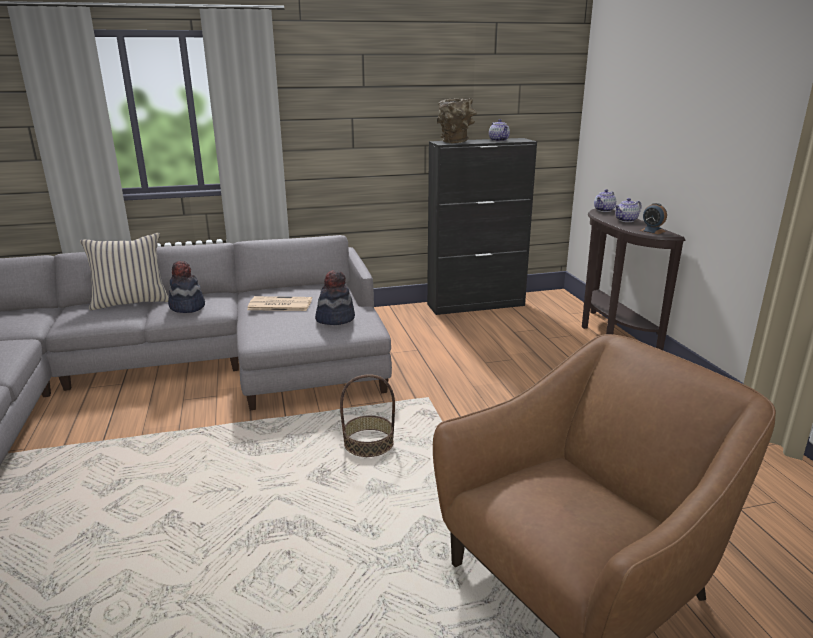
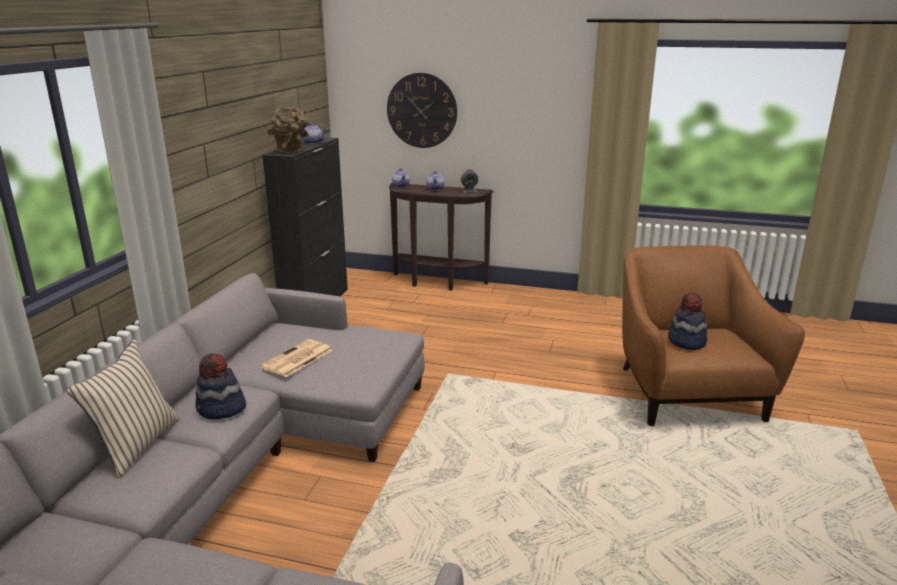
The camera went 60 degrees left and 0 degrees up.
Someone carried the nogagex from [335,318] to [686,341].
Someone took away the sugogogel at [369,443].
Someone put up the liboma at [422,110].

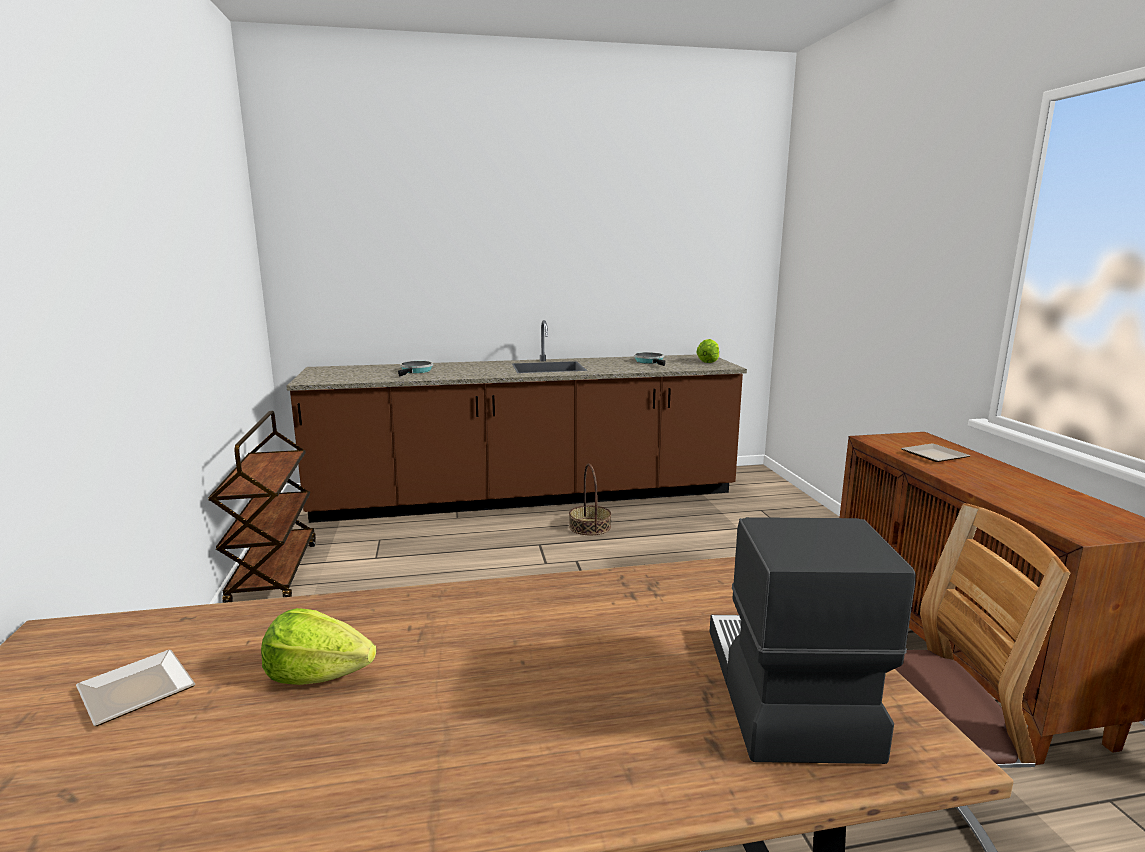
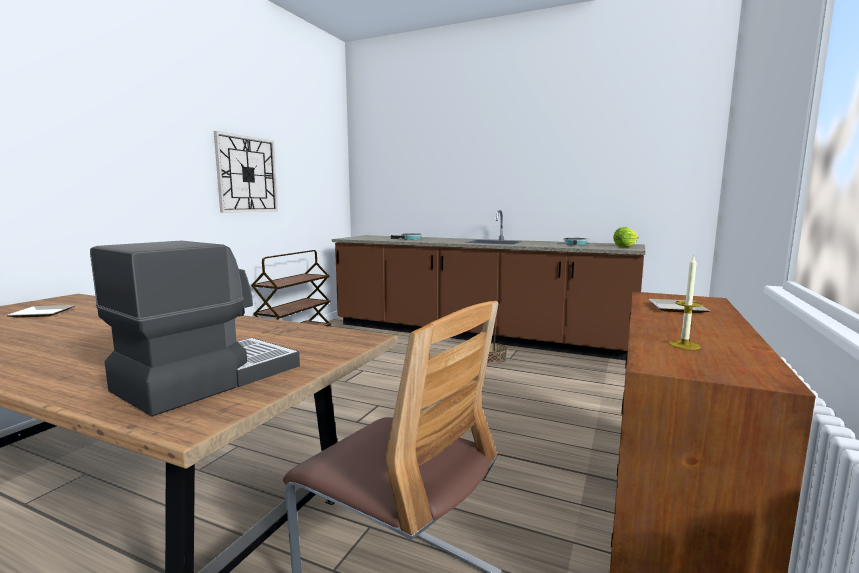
The camera went 35 degrees right and 5 degrees down.
Someone took away the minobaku at [318,675].
Someone put up the liboma at [247,174].
Someone put down the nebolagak at [684,345].

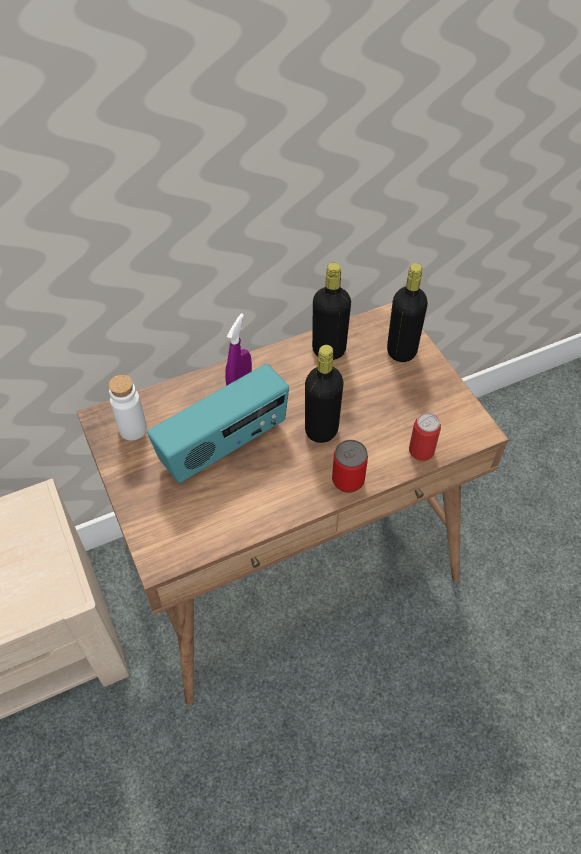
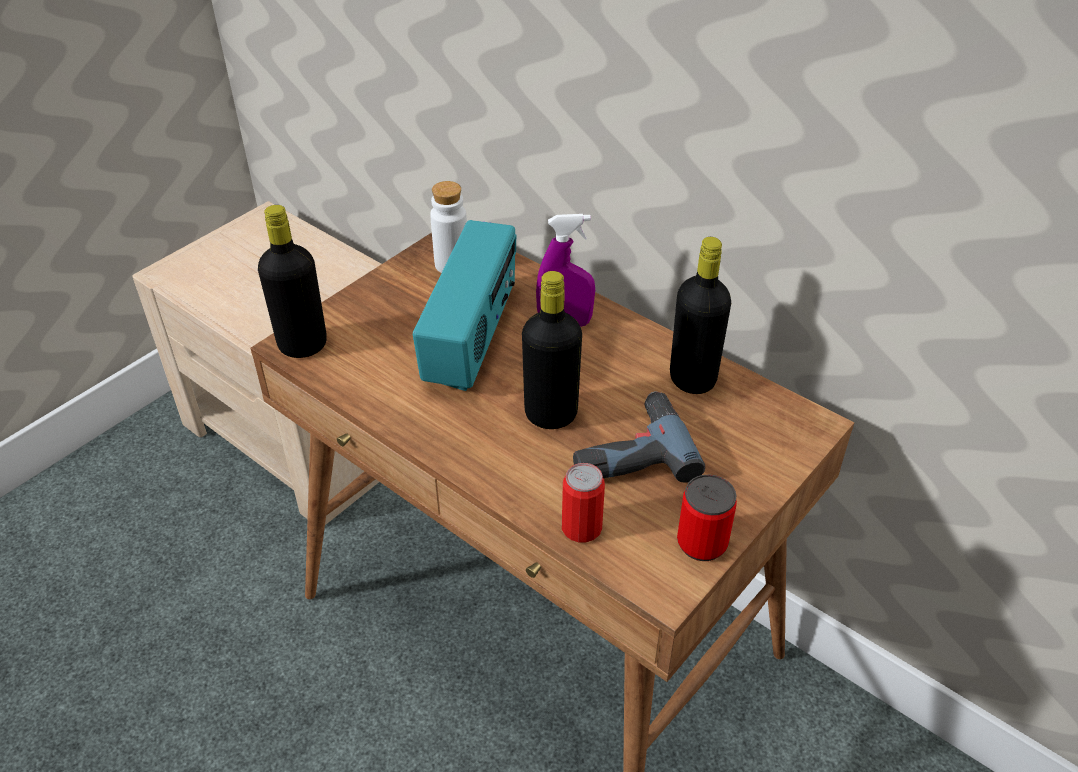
The camera went 65 degrees right and 10 degrees down.
Someone carried the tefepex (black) from [401,351] to [303,345].
Someone rotated the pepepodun at [224,445] by 105 degrees counterclockwise.
Someone carried the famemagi from [348,480] to [702,543].
Someone put down the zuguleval at [628,450].

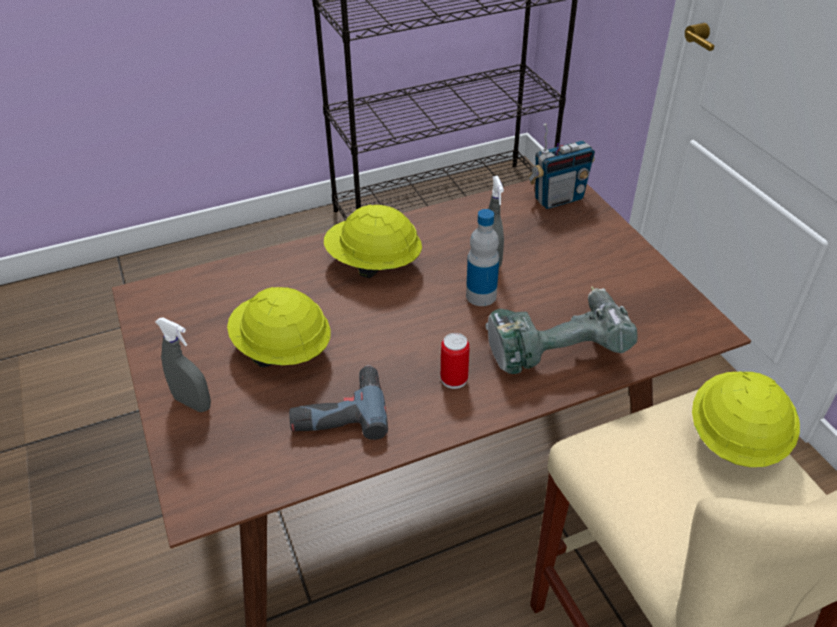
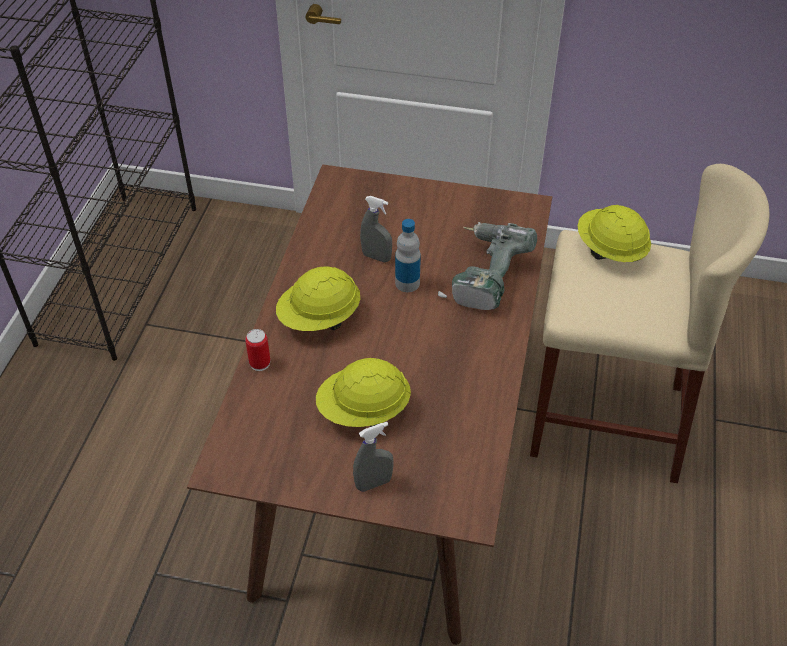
The camera went 55 degrees left and 5 degrees up.
Someone took away the pepepodun at [558,199].
Someone carried the famemagi from [454,379] to [260,363].
Someone took away the zuguleval at [338,410].

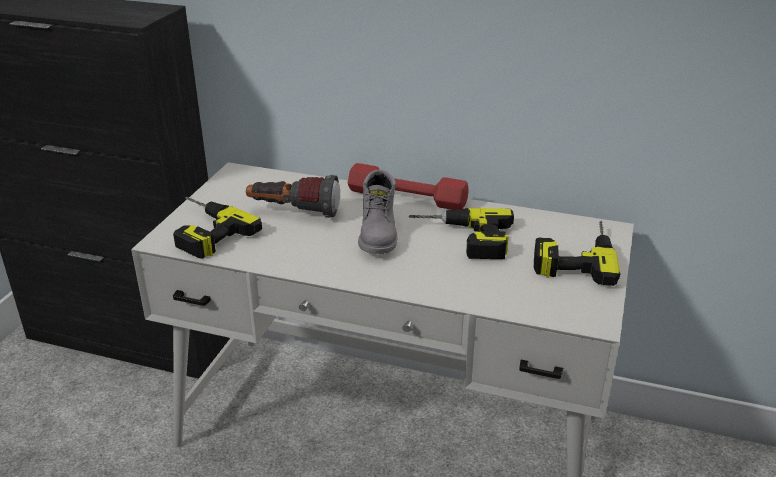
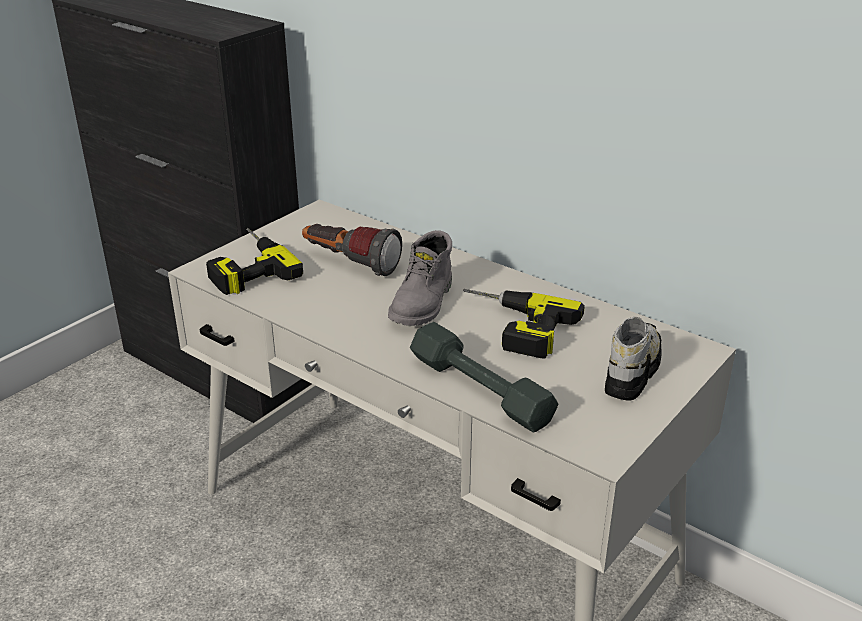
The camera went 20 degrees right and 0 degrees up.
Someone took away the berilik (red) at [407,198].
Someone swapped the zuguleval at [574,255] for the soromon at [632,371].
Someone put down the berilik (grey) at [481,389].

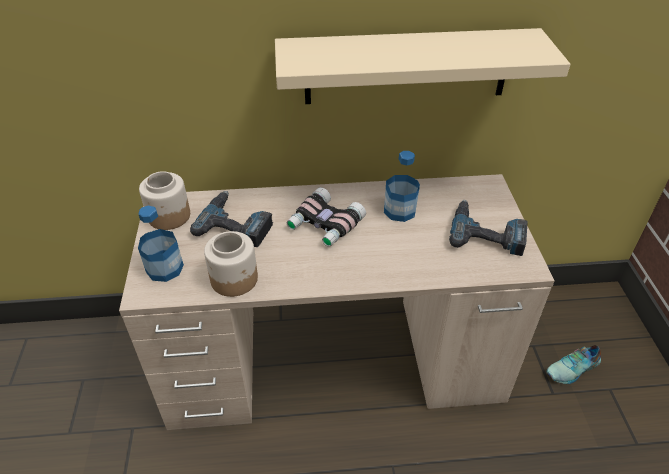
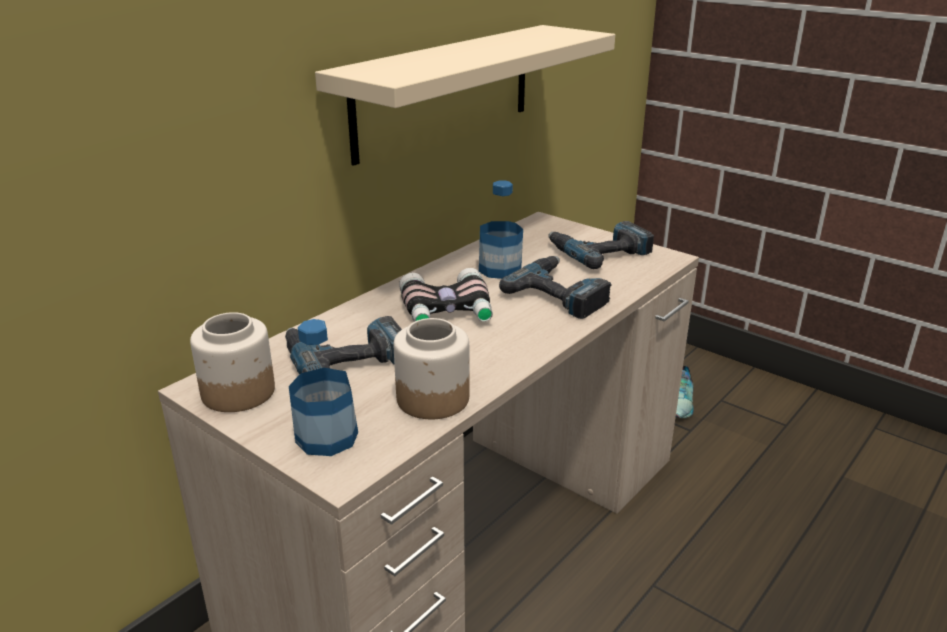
The camera went 45 degrees left and 15 degrees down.
Someone put down the zuguleval at [560,293].

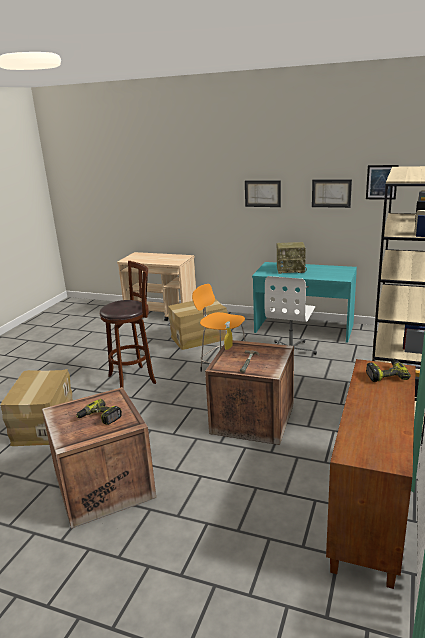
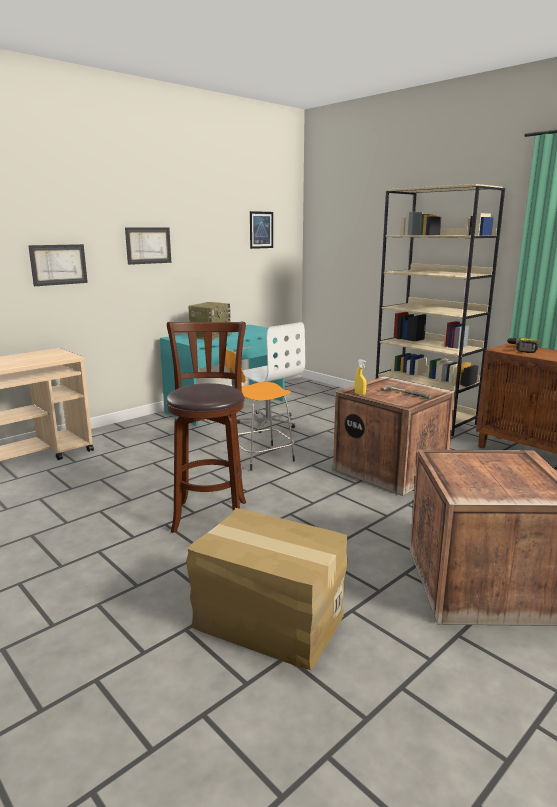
The camera went 65 degrees left and 5 degrees down.
Someone carried the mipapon from [331,193] to [58,264].
Someone took away the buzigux at [198,337].
Someone took away the zuguleval at [99,418].

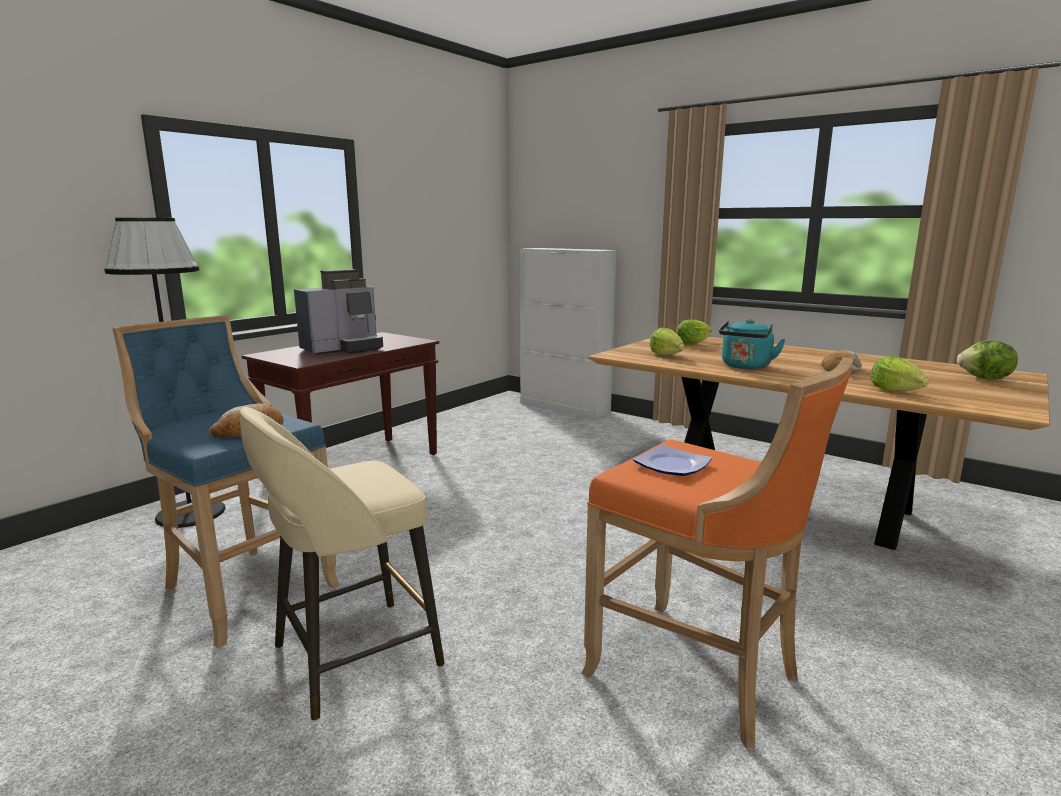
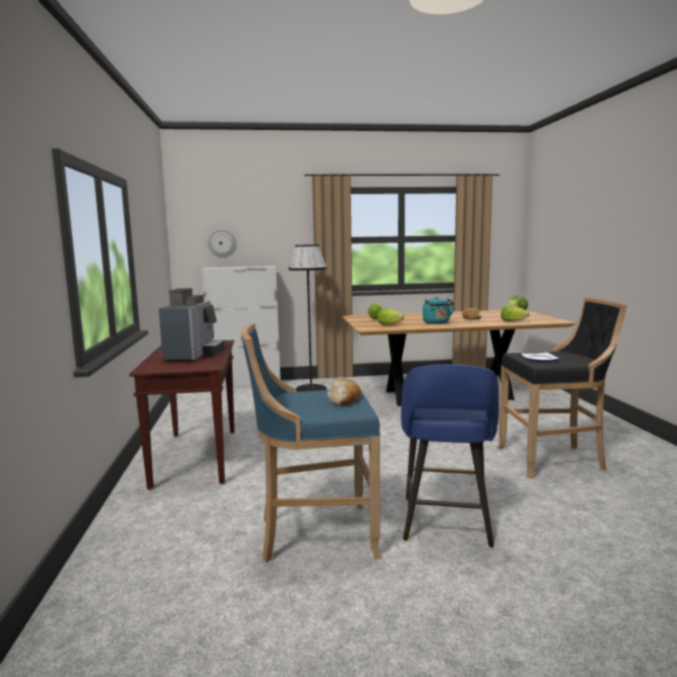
The camera went 45 degrees left and 5 degrees down.
Someone carried the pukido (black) from [191,513] to [311,389].
Someone repainted the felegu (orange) at [699,675], which became the felegu (black) at [554,460].
Someone repainted the felegu (beige) at [351,657], which became the felegu (blue) at [446,522].
Someone put up the liboma at [222,243].

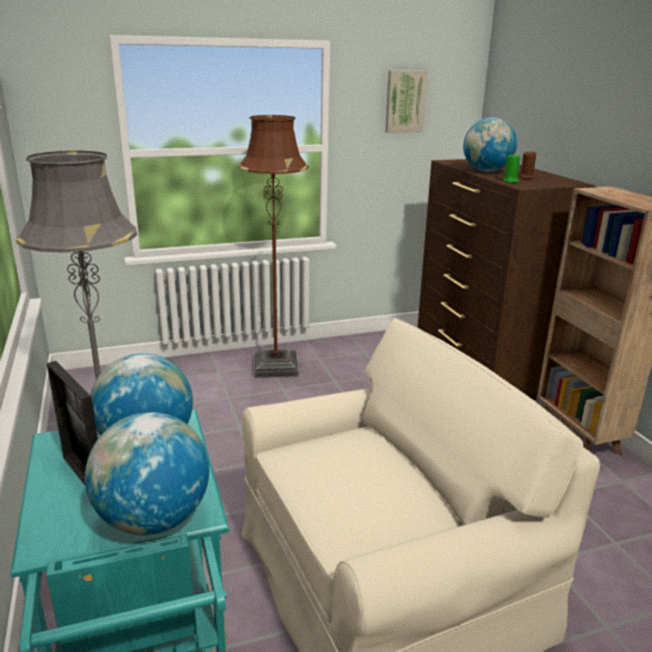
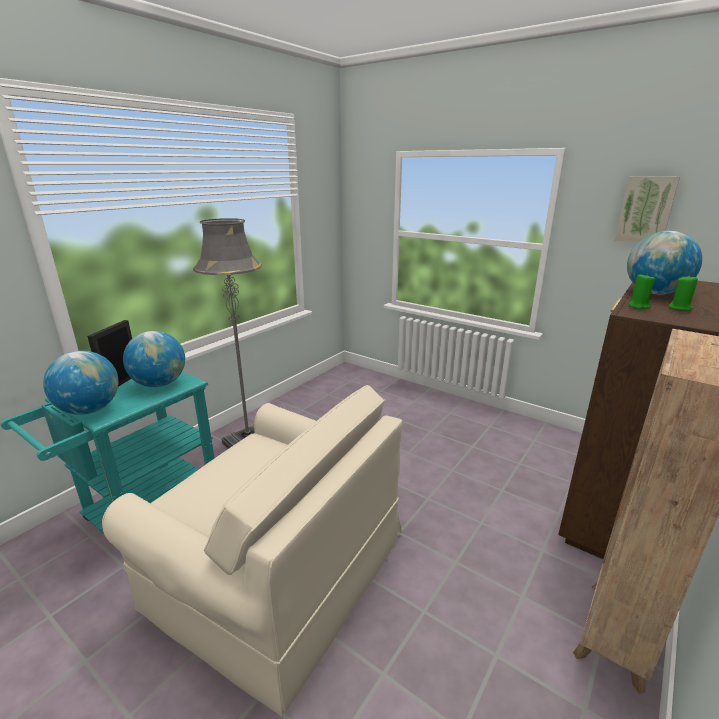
The camera went 55 degrees right and 0 degrees up.
Someone took away the pukido (brown) at [276,367].
Someone repainted the nebolagak (brown) at [526,177], which became the nebolagak (green) at [680,308].

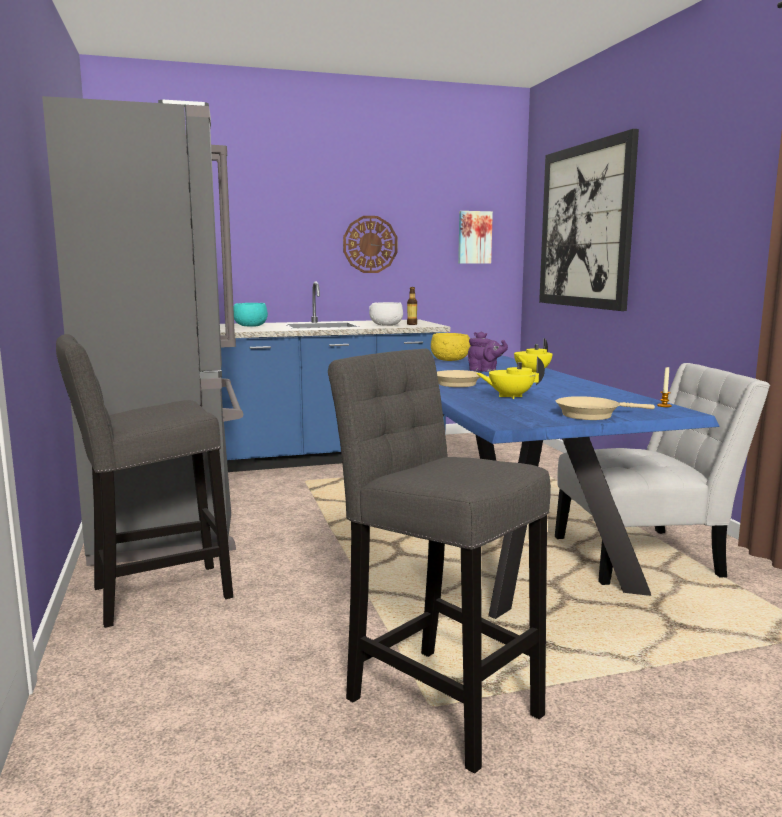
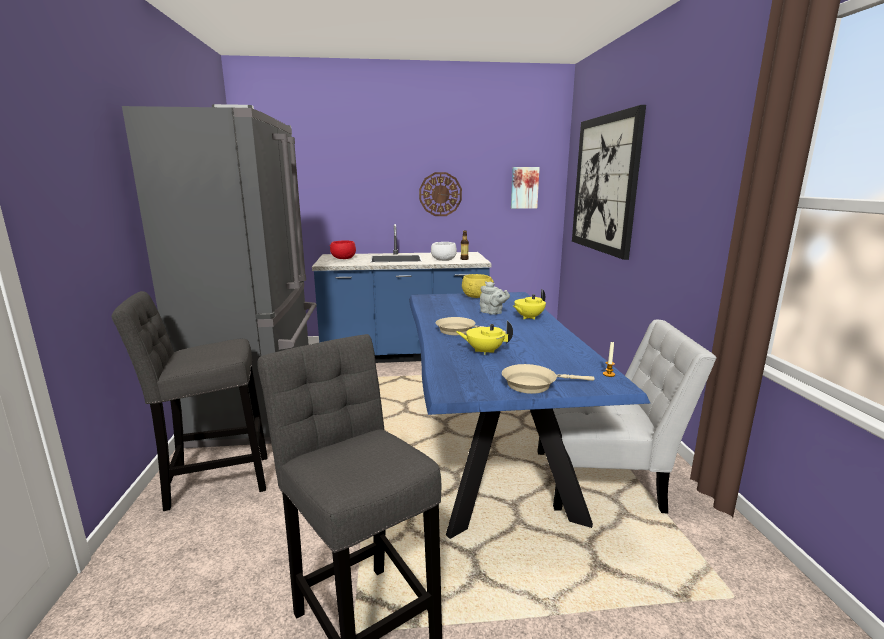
The camera went 10 degrees right and 5 degrees up.
Someone repainted the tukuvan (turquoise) at [250,326], which became the tukuvan (red) at [343,258].
Someone repainted the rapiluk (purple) at [485,371], which became the rapiluk (grey) at [492,312].

